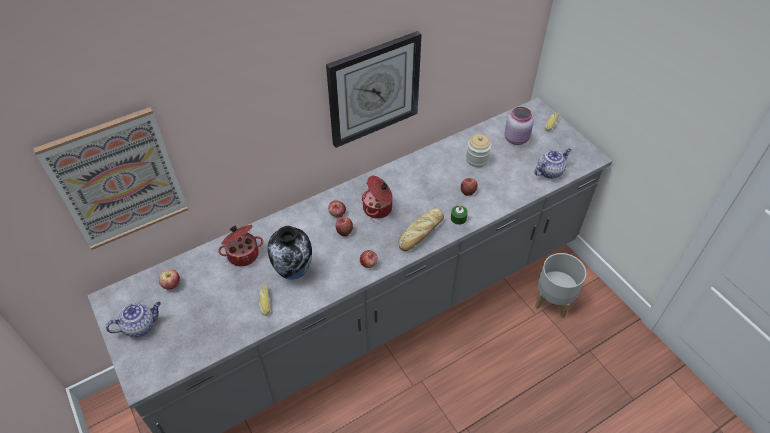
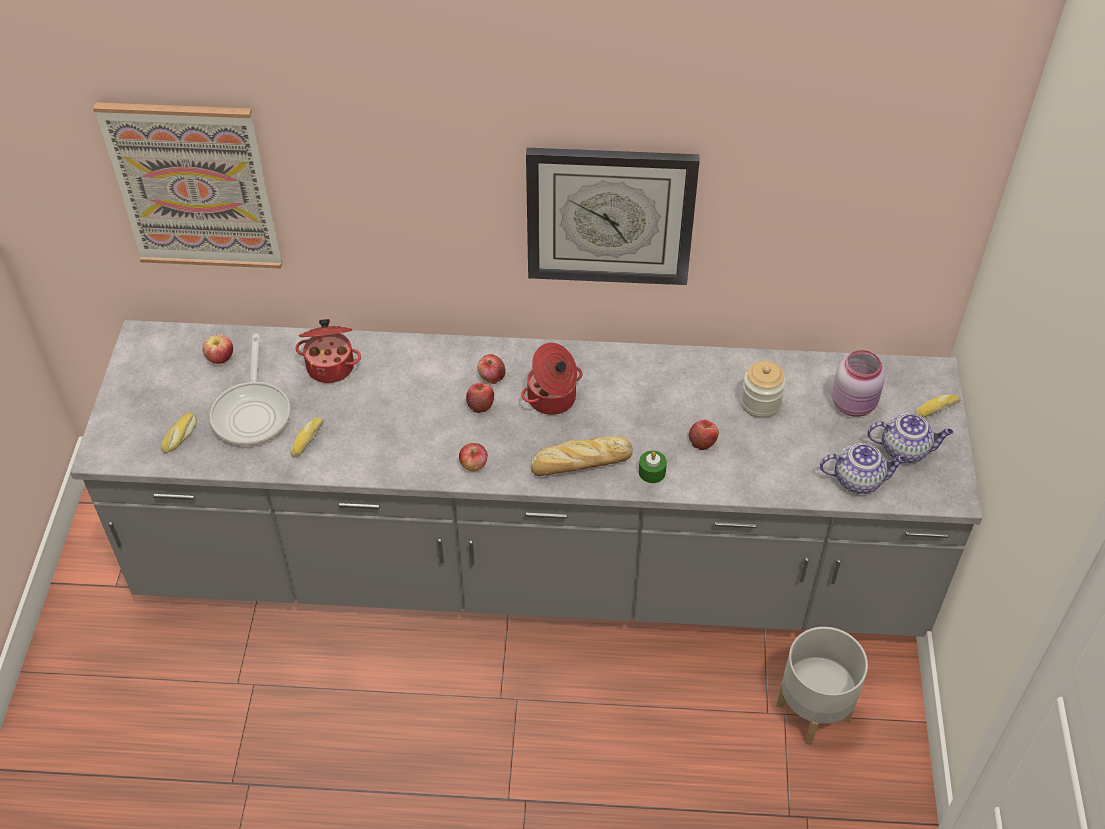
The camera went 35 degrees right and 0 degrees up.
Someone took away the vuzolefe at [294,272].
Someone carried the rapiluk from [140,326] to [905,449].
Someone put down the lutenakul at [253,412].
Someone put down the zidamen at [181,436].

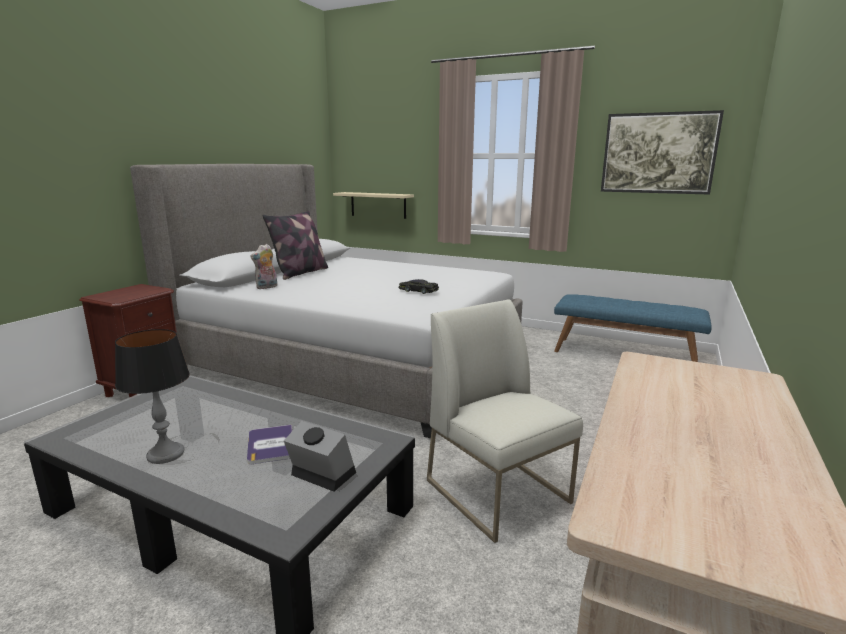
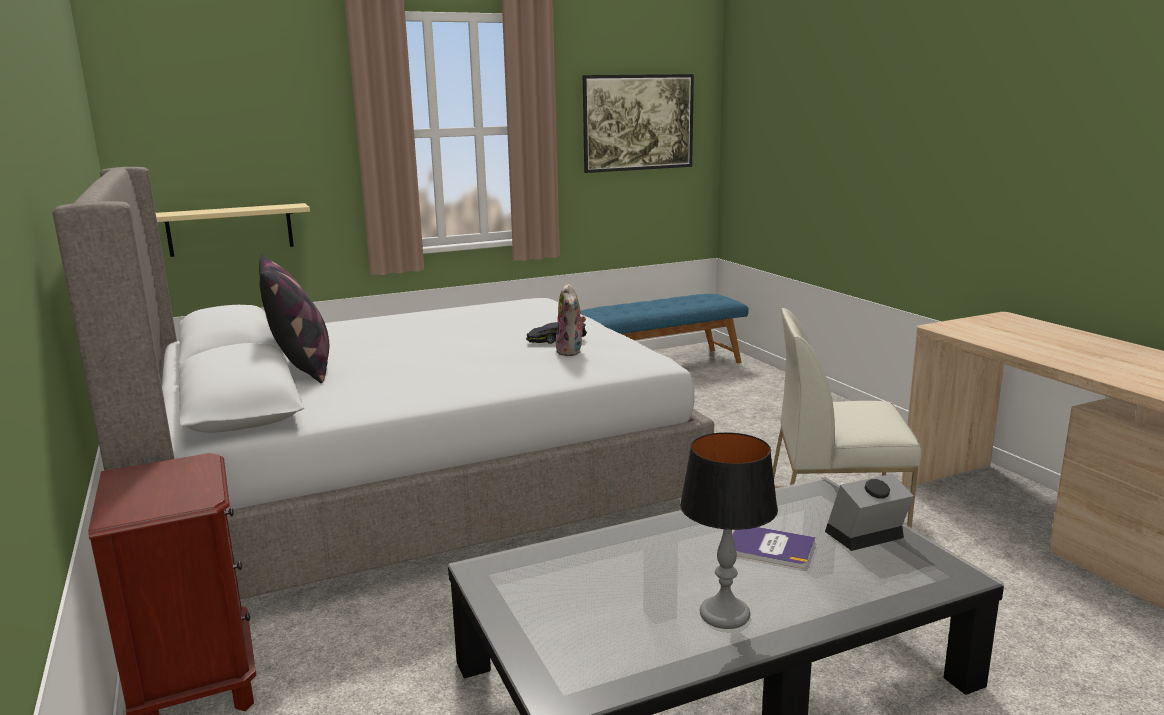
The camera went 50 degrees left and 0 degrees up.
Someone carried the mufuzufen from [267,287] to [571,352].

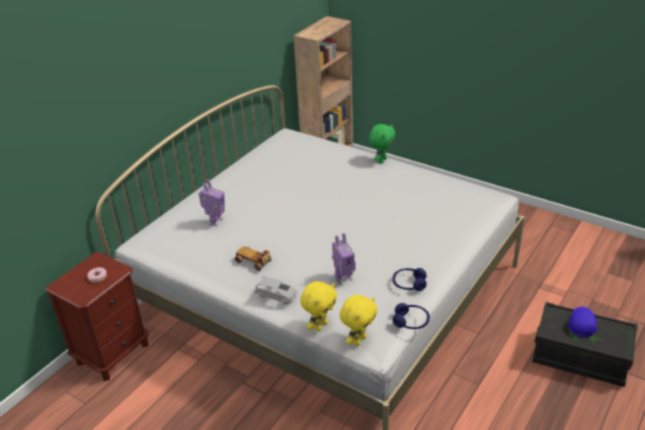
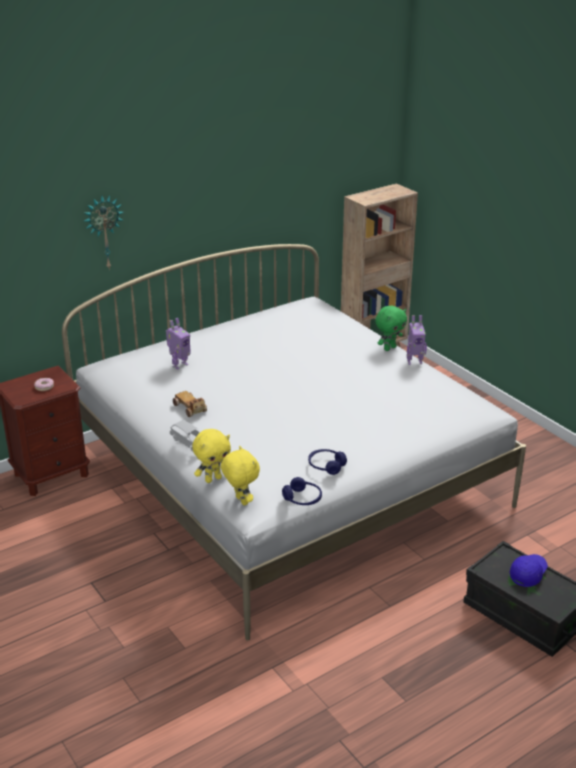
The camera went 20 degrees right and 5 degrees down.
Someone carried the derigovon from [343,279] to [414,361].
Someone rotated the mufuzufen (yellow) at [359,340] by 90 degrees counterclockwise.
Someone put up the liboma at [104,232].

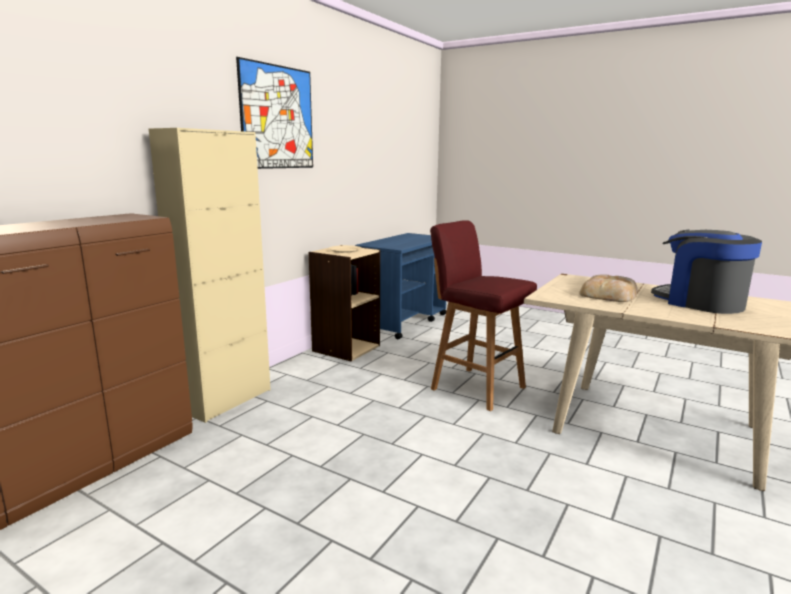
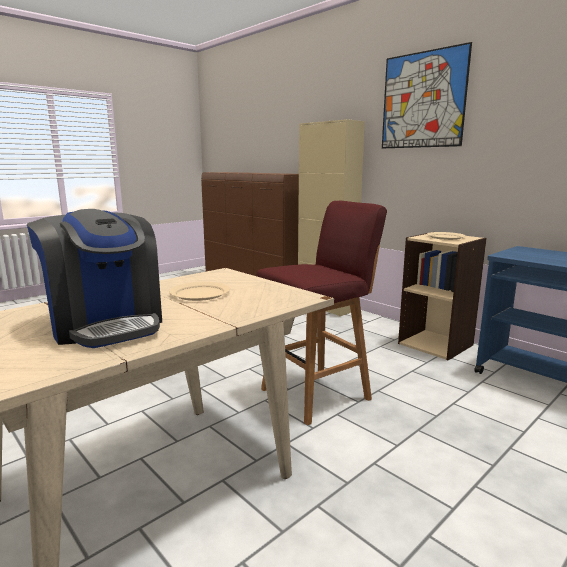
The camera went 105 degrees right and 0 degrees up.
Someone rotated the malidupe at [700,302] by 75 degrees clockwise.
Someone swapped the zidamen at [609,294] for the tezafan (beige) at [200,294].

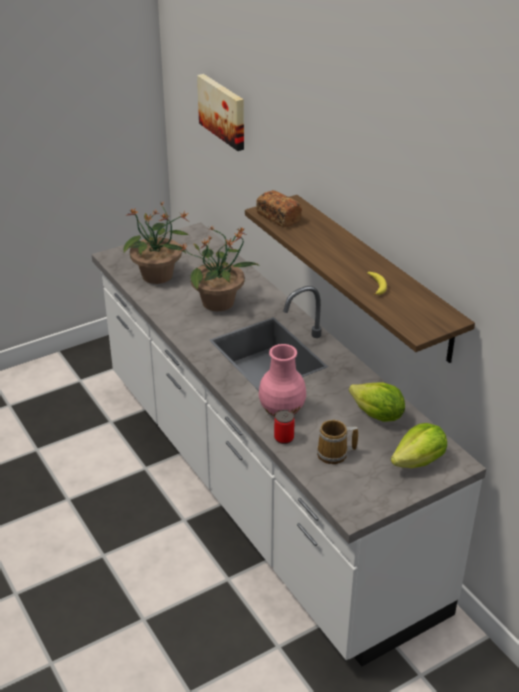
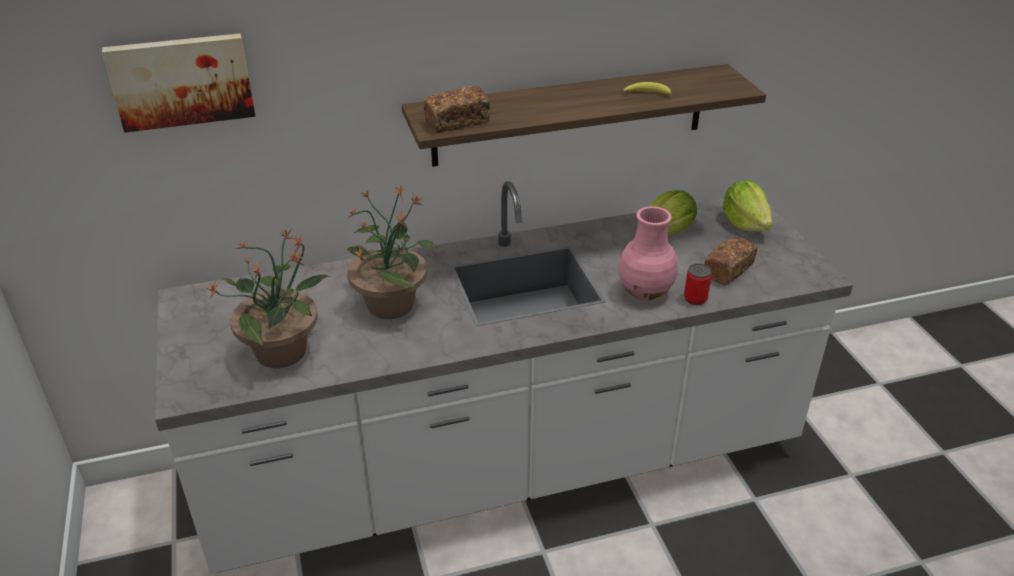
The camera went 75 degrees left and 0 degrees up.
Someone swapped the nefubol at [334,454] for the zidamen at [728,270].

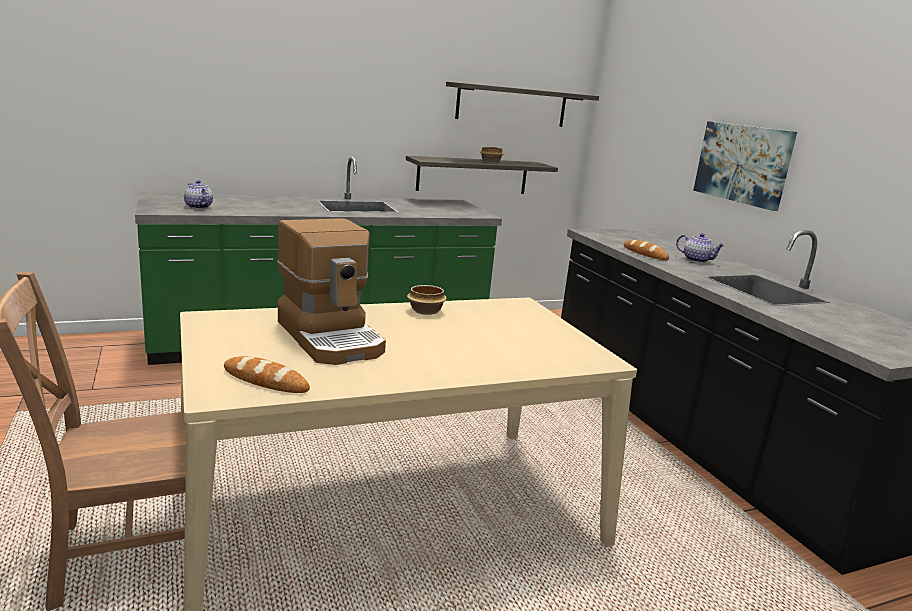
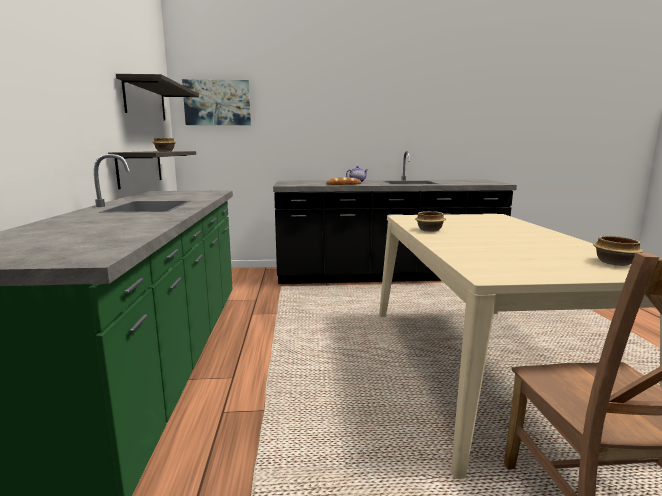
The camera went 70 degrees left and 5 degrees down.
Someone carried the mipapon from [743,163] to [217,103].
Someone took away the rapiluk at [198,207].
Someone took away the malidupe at [332,337].
Someone swapped the zidamen at [265,380] for the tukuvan at [614,262].

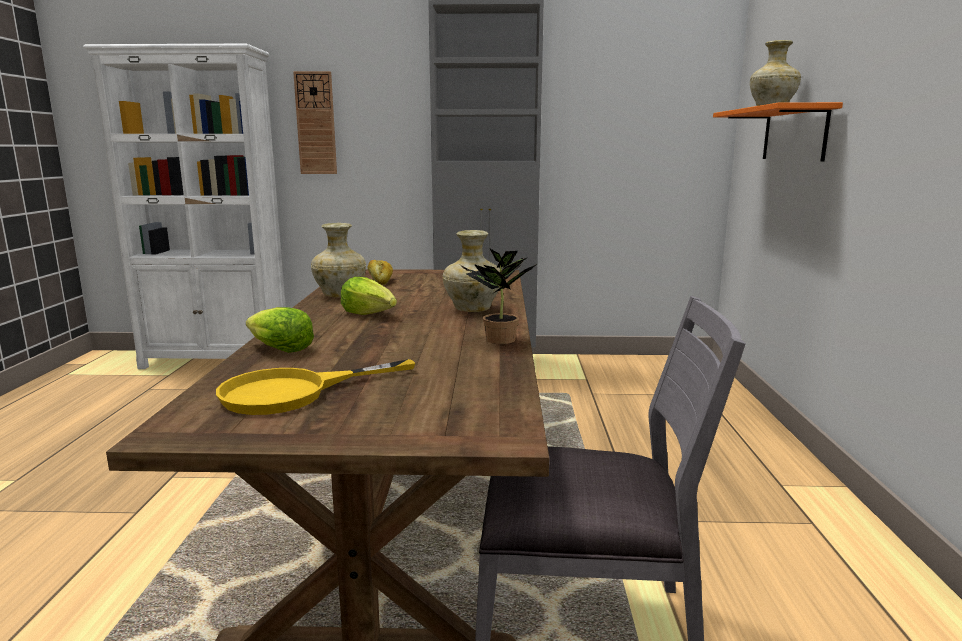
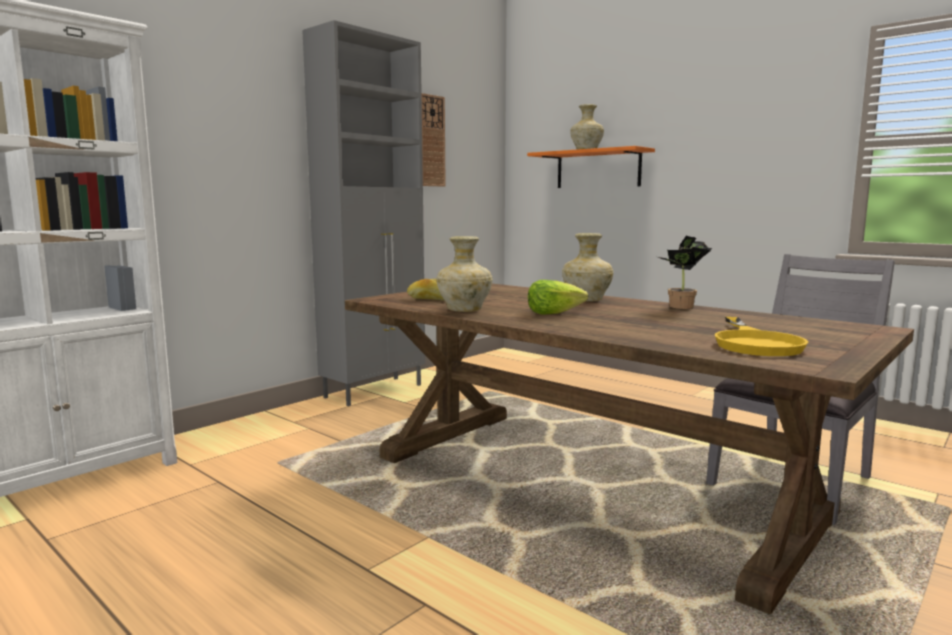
The camera went 50 degrees left and 5 degrees down.
Someone carried the liboma from [316,123] to [431,141].
Someone took away the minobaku at [279,349].

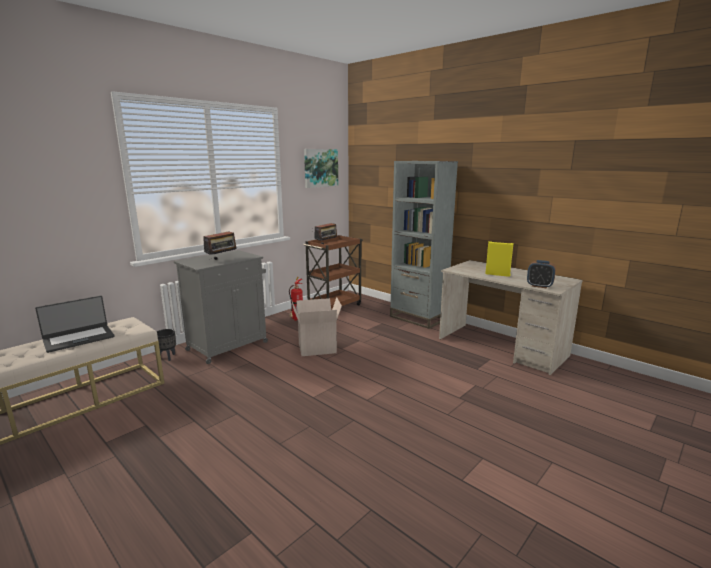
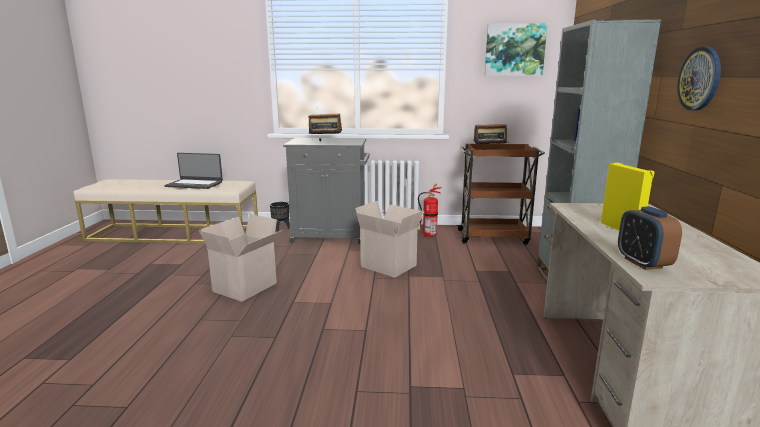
The camera went 50 degrees right and 0 degrees up.
Someone put up the liboma at [700,79].
Someone put down the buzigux at [245,288].

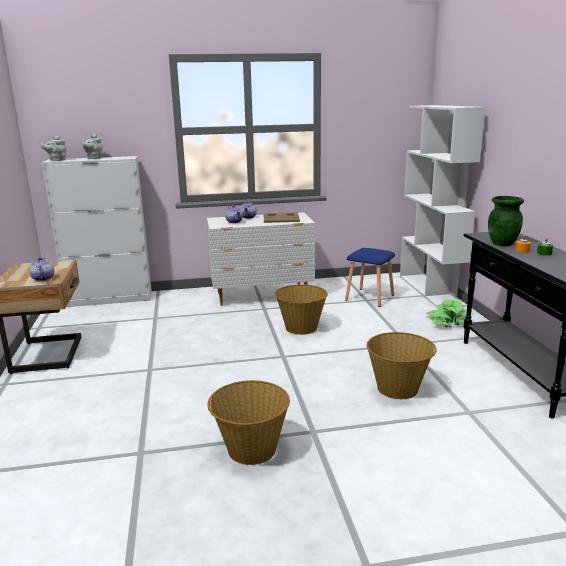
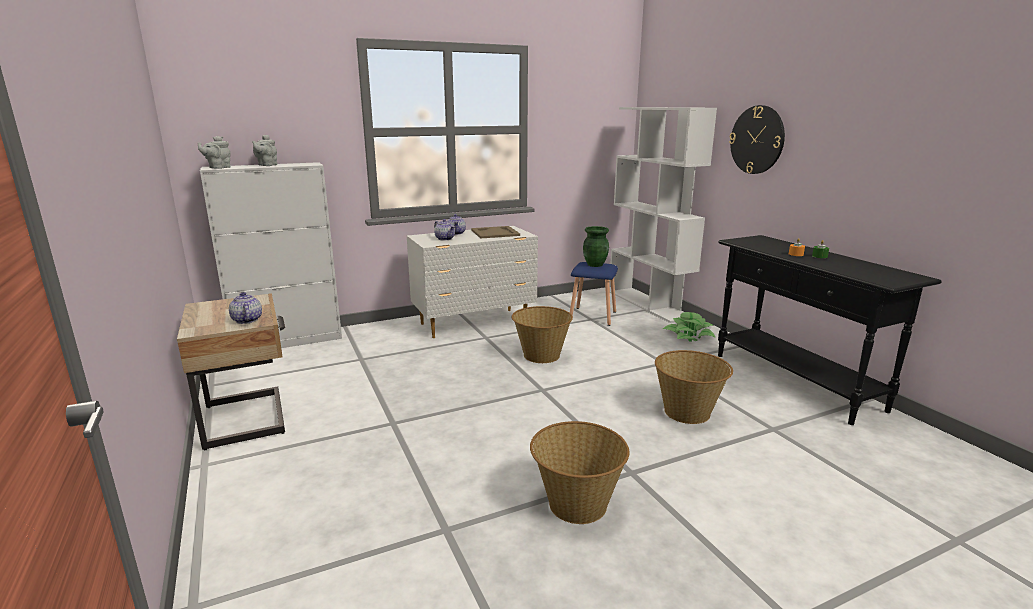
The camera went 15 degrees left and 0 degrees up.
Someone carried the vuzolefe (green) from [502,243] to [595,264].
Someone put up the liboma at [757,140].

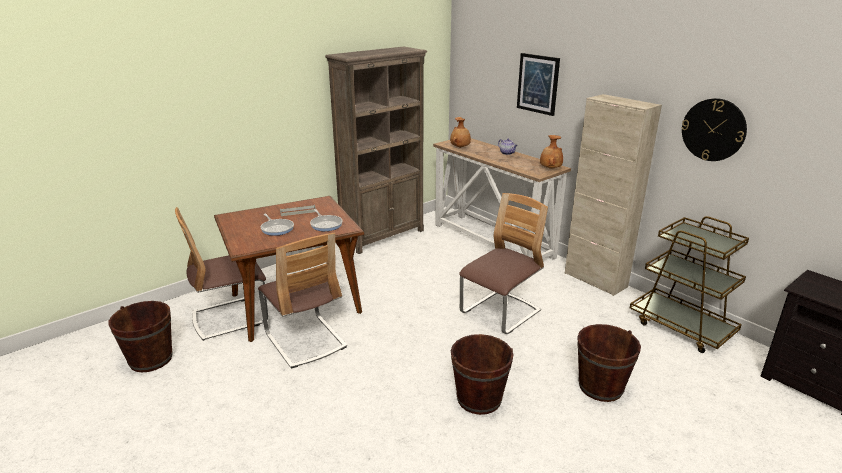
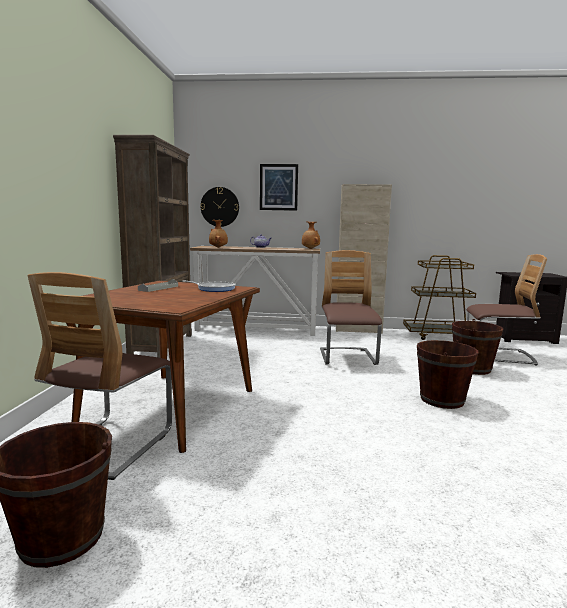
The camera went 45 degrees left and 15 degrees down.
Someone carried the liboma from [713,129] to [220,207].
Someone took away the lutenakul at [277,228].
Someone carried the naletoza from [305,340] to [499,356].

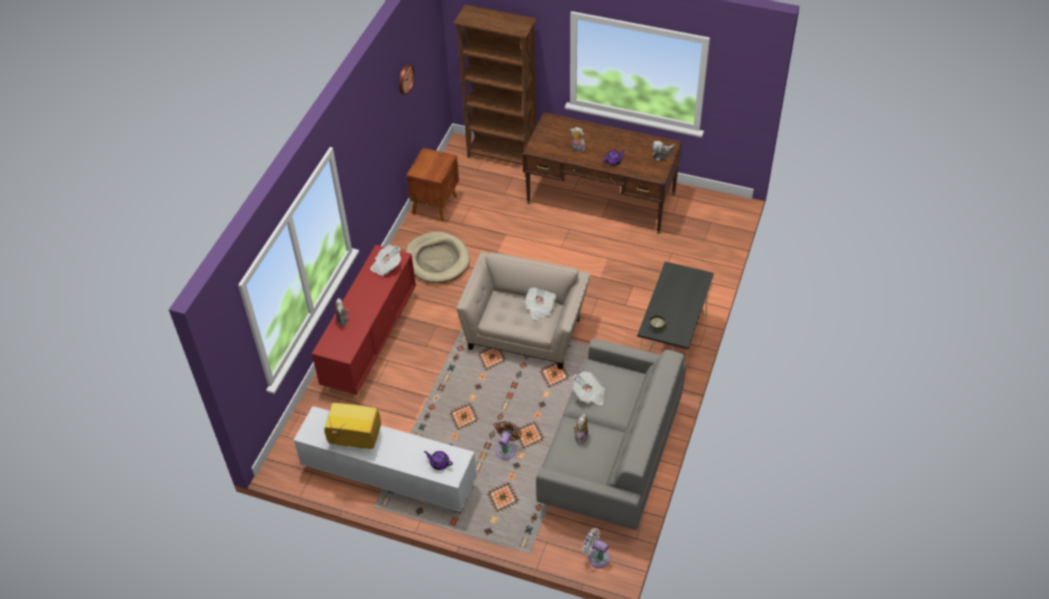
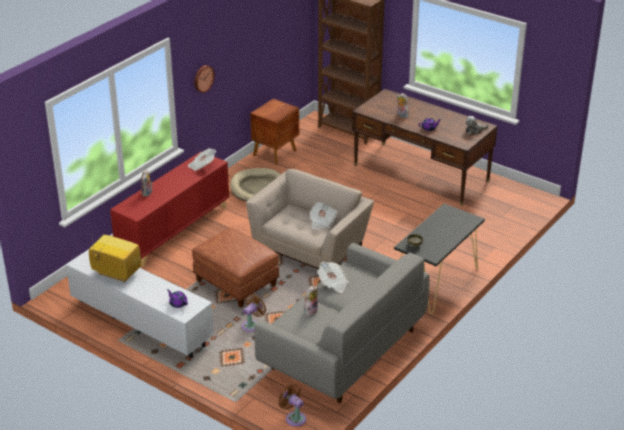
The camera went 15 degrees right and 15 degrees down.
Someone carried the liboma from [405,79] to [203,78].
Someone repainted the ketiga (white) at [596,557], which became the ketiga (brown) at [294,418].
Someone put down the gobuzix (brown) at [237,283].

